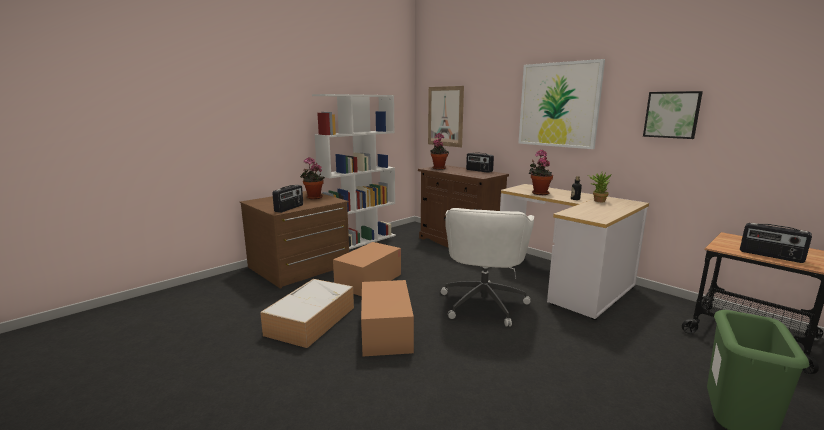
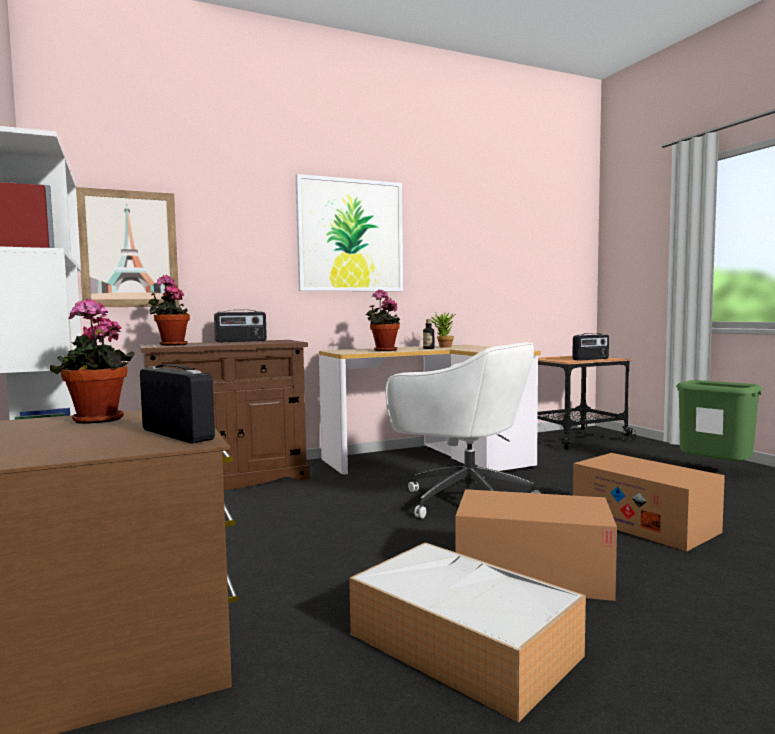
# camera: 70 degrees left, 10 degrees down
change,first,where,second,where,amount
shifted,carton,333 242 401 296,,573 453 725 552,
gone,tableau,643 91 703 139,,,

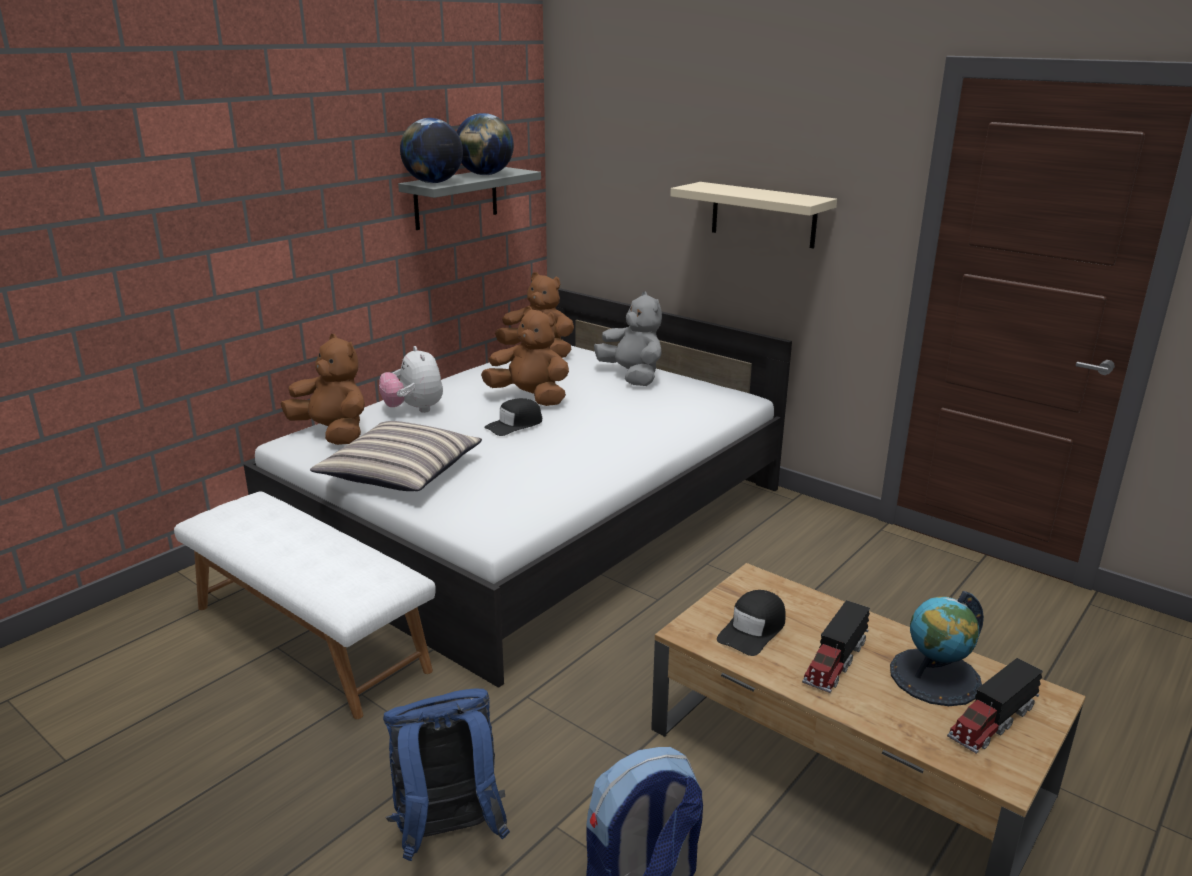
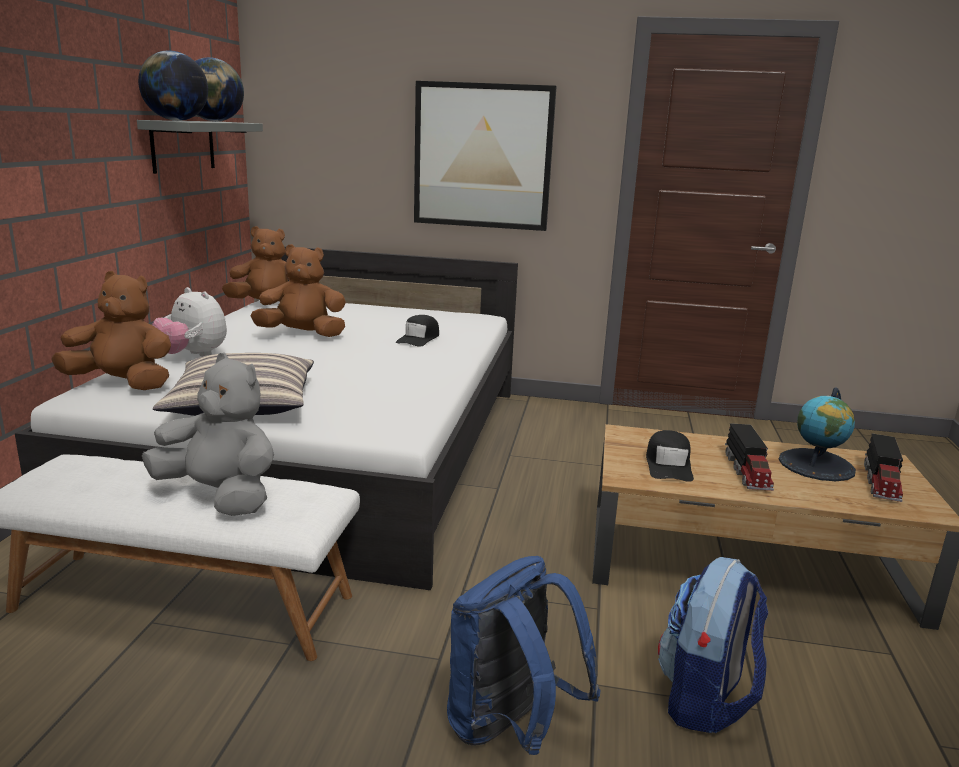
# camera: 30 degrees left, 5 degrees down
change,first,where,second,where,amount
shifted,casquette (noir),484 398 542 436,,396 315 439 347,
shifted,peluche (gris),594 291 662 386,,142 353 274 516,
swapped,étagère (beige),670 182 837 249,tableau,414 81 557 231,

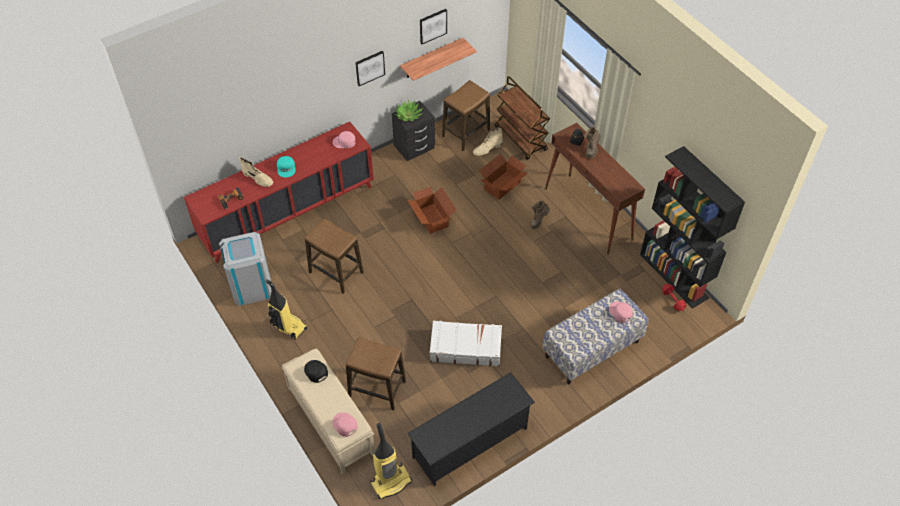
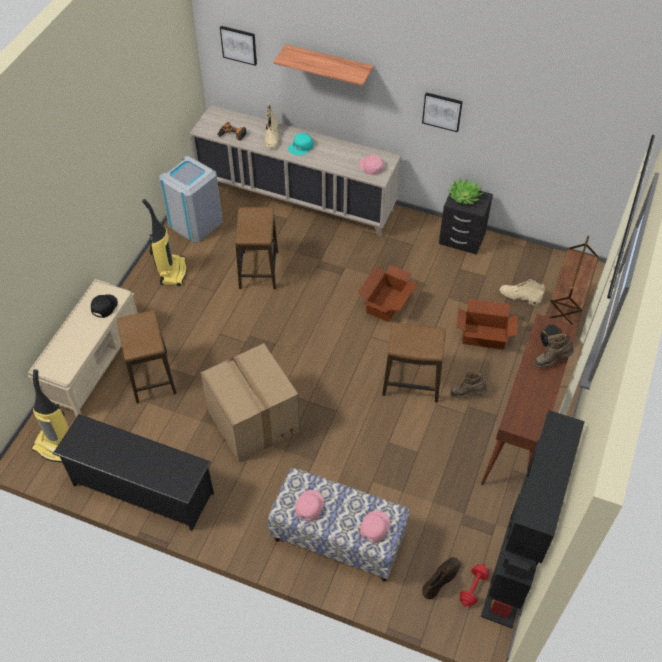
# camera: 55 degrees right, 0 degrees up
change,first,where,second,where,amount
repainted,meuble de rangement (rouge),184 122 374 263,meuble de rangement (beige),189 105 401 237,
shifted,casquette (rose),332 412 358 437,,295 490 324 521,
shifted,étagère,400 38 477 81,,273 44 373 86,
shifted,tableau,420 9 447 44,,220 26 257 66,
swapped,valise (blanc),430 321 502 367,carton,200 343 300 462,
shifted,tabouret,442 80 490 151,,382 322 446 403,
new,,,botte (marron),422 557 461 599,

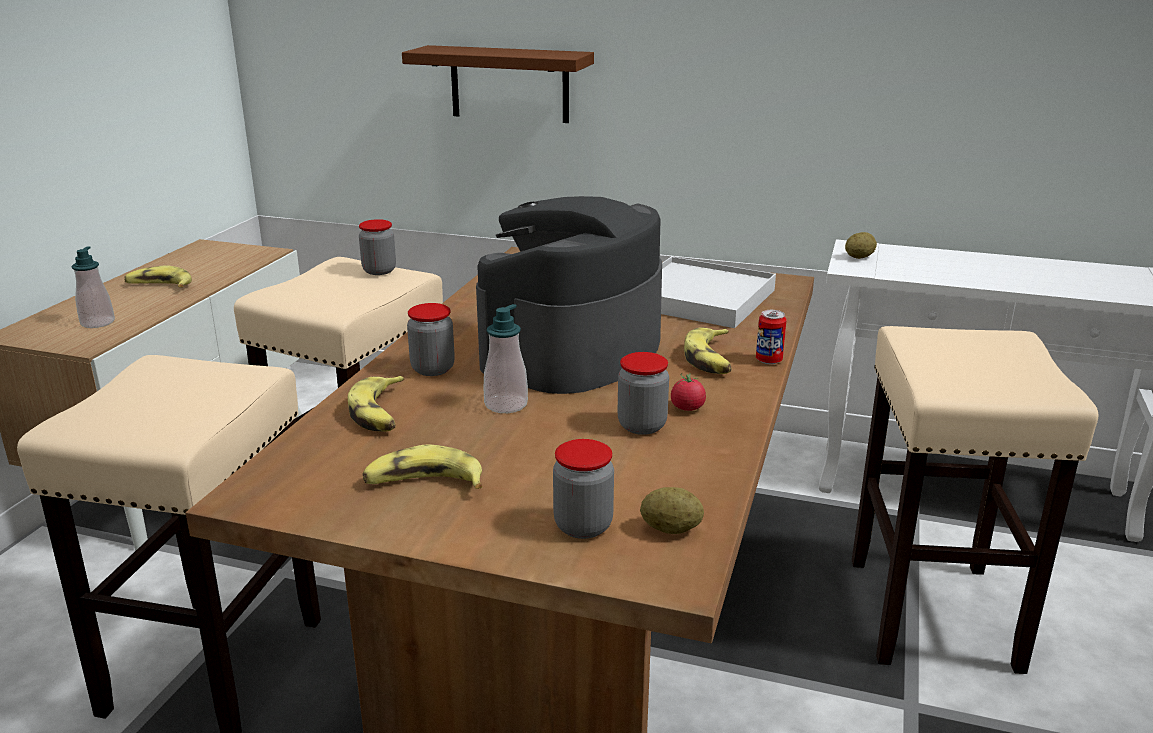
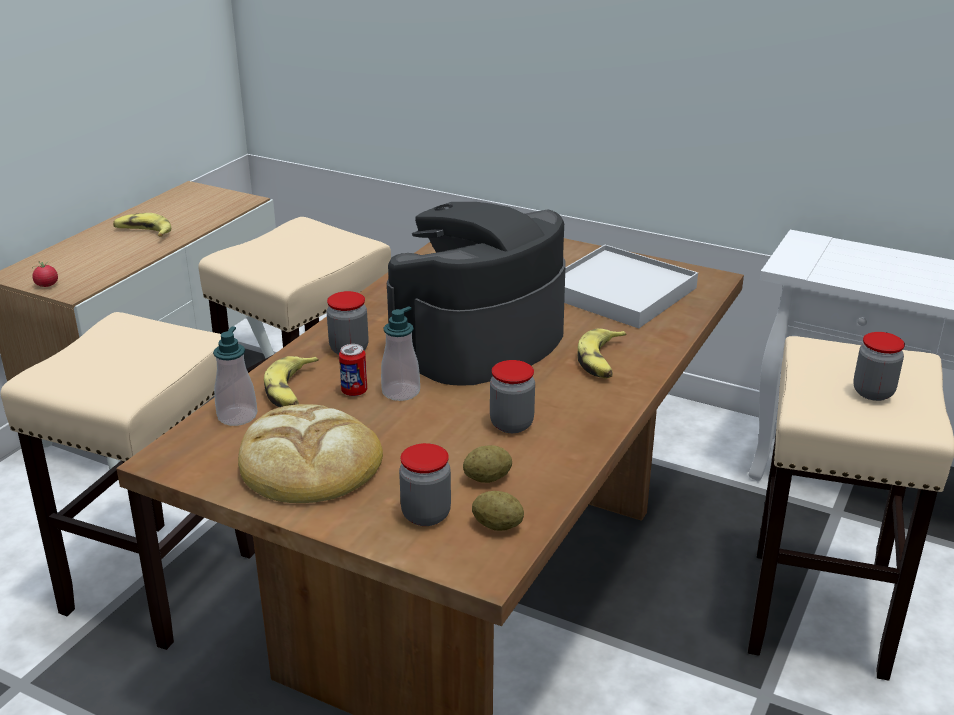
# camera: 10 degrees right, 5 degrees up
change,first,where,second,where,amount
shifted,distributeur de savon,72 246 115 328,,213 327 257 426,
shifted,bocal,359 219 396 275,,853 332 905 401,
swapped,banane,362 445 482 489,pain,238 404 383 503,
gone,étagère (marron),402 45 594 123,,,
shifted,tomate,671 373 706 411,,32 261 58 287,
shifted,boîte métallique,756 310 787 365,,339 344 367 396,
shifted,pomme de terre,845 232 877 259,,463 445 512 483,

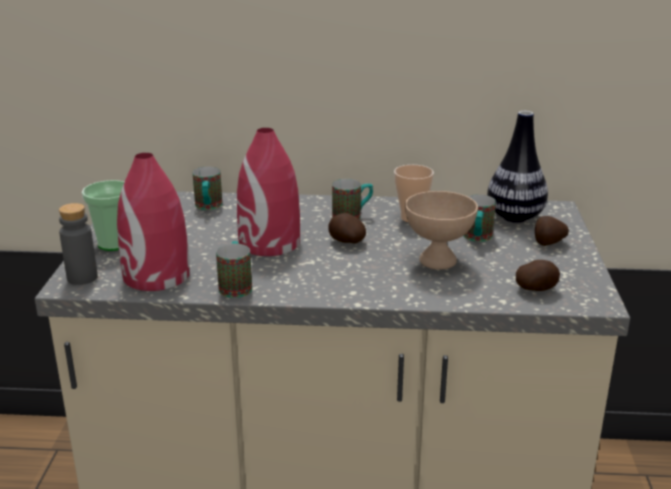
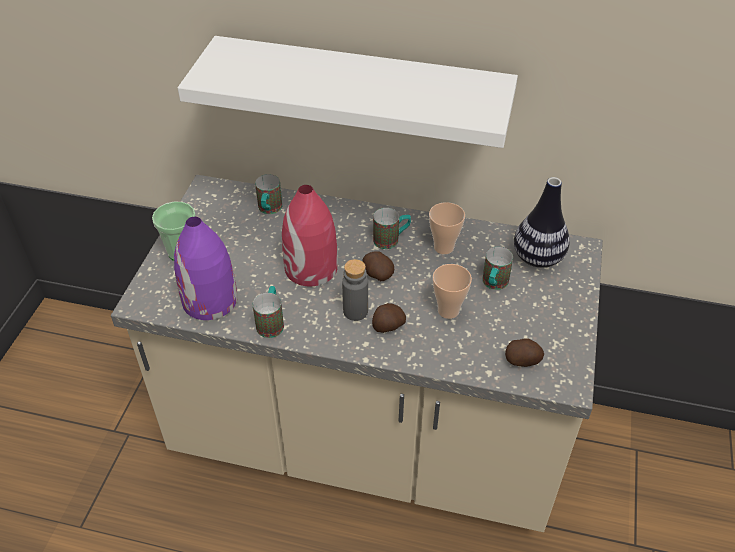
# camera: 10 degrees right, 20 degrees up
change,first,where,second,where,amount
shifted,bouteille (gris),59 203 98 285,,342 259 368 321,
repainted,vase (rouge),117 153 190 291,vase (violet),174 217 238 320,
swapped,bol (beige),405 191 478 270,tasse,433 264 472 319,
shifted,pomme de terre,535 216 569 246,,372 303 406 333,
new,,,étagère (blanc),178 36 518 148,

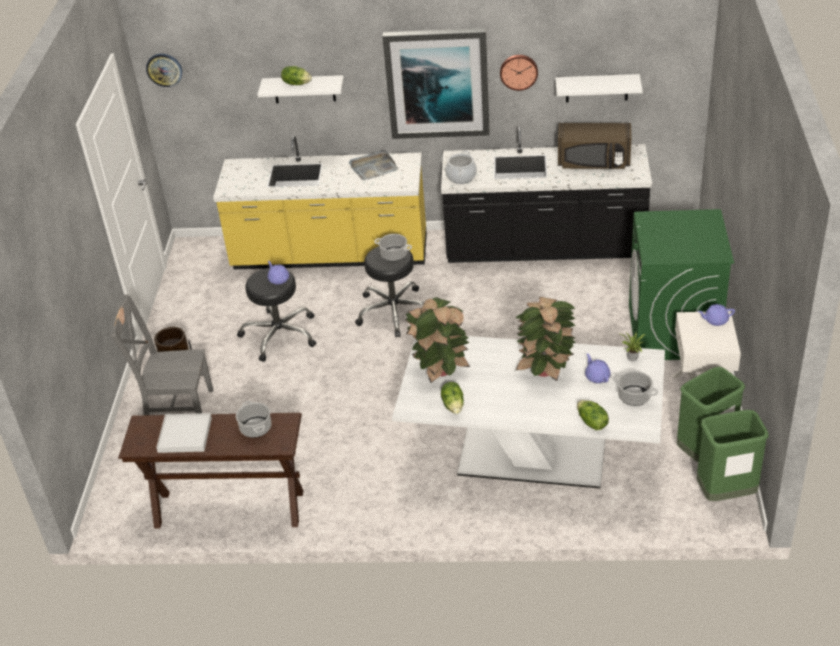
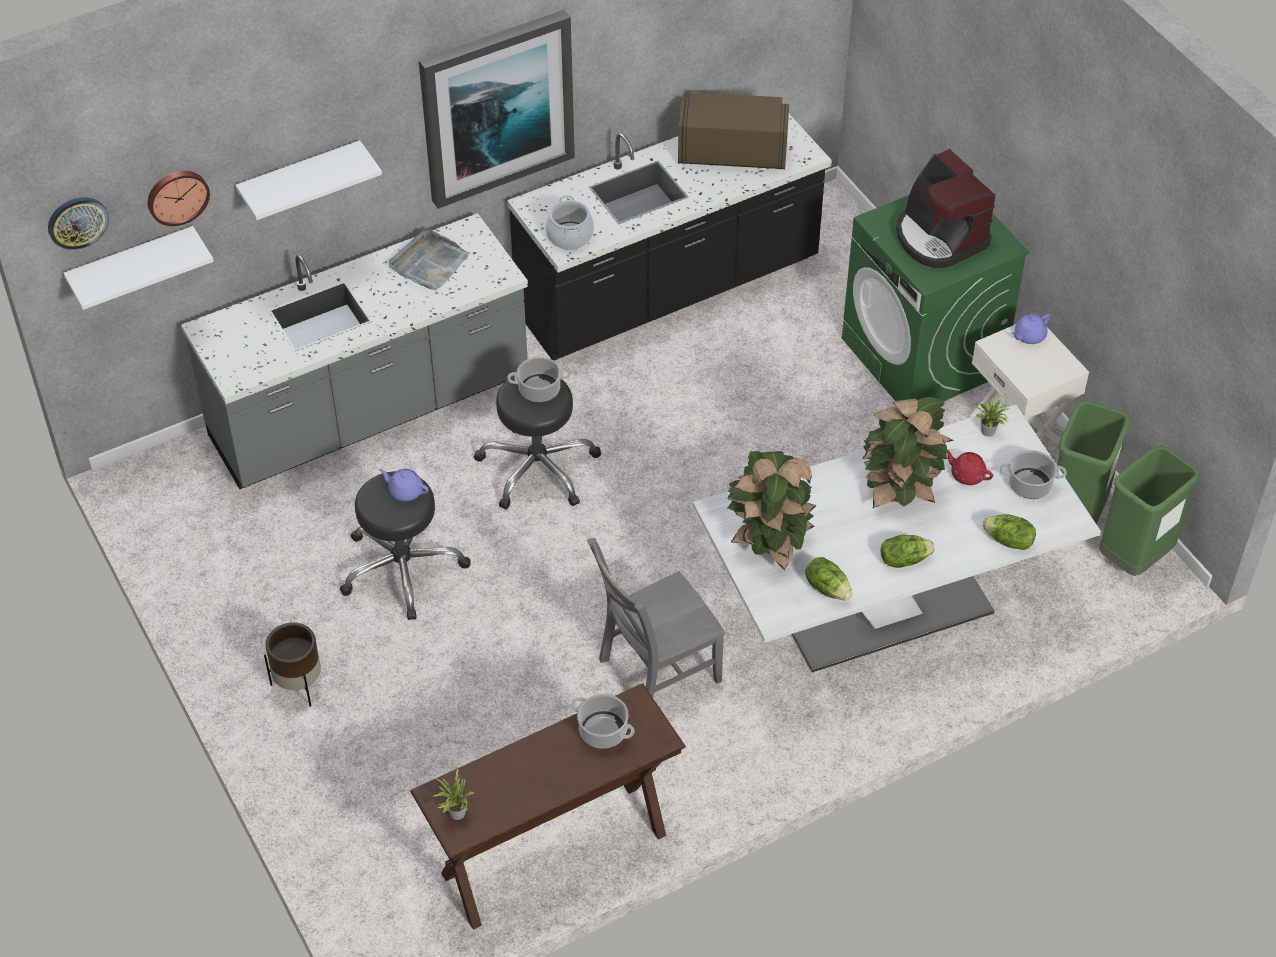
# camera: 35 degrees left, 10 degrees up
change,first,where,second,where,amount
shifted,chaise (gris),110 294 213 415,,587 538 726 697,
gone,plateau (blanc),156 413 212 453,,,
repainted,comptoir de cuisine (jaune),213 135 427 269,comptoir de cuisine (gris),181 213 528 489,
shifted,laitue,281 66 312 85,,880 535 935 568,
shifted,horloge murale,500 55 538 91,,148 171 210 226,
shifted,étagère (blanc),555 74 643 103,,63 226 214 310,
rotated,micro-ondes (marron),558 123 632 169,,678 92 789 169,150 degrees counterclockwise
repainted,théière (violet),585 353 610 383,théière (rouge),947 450 993 485,
new,,,plante en pot,433 768 475 820,
new,,,machine à café,896 149 995 268,

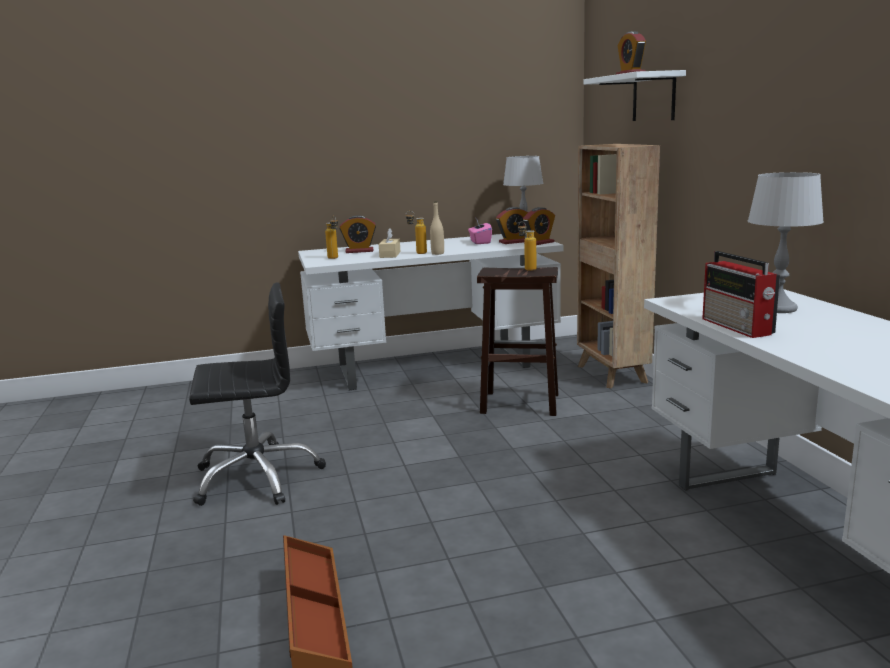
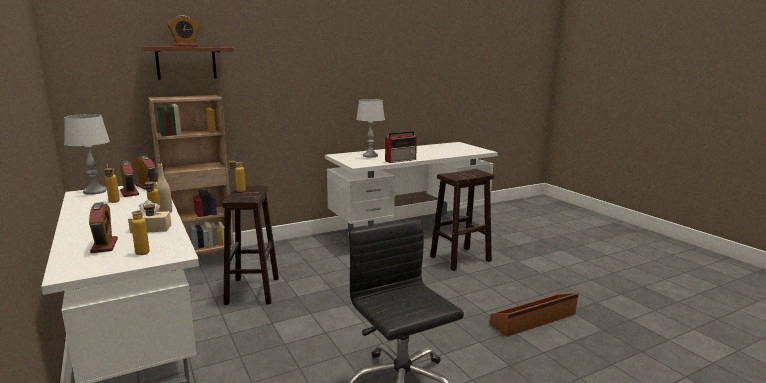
# camera: 105 degrees left, 0 degrees up
change,first,where,second,where,amount
swapped,boîte à mouchoirs (rose),468 219 492 244,bouteille,104 164 120 203,
repainted,étagère (blanc),583 70 686 121,étagère (marron),141 46 234 80,
new,,,tabouret (marron),430 169 494 271,

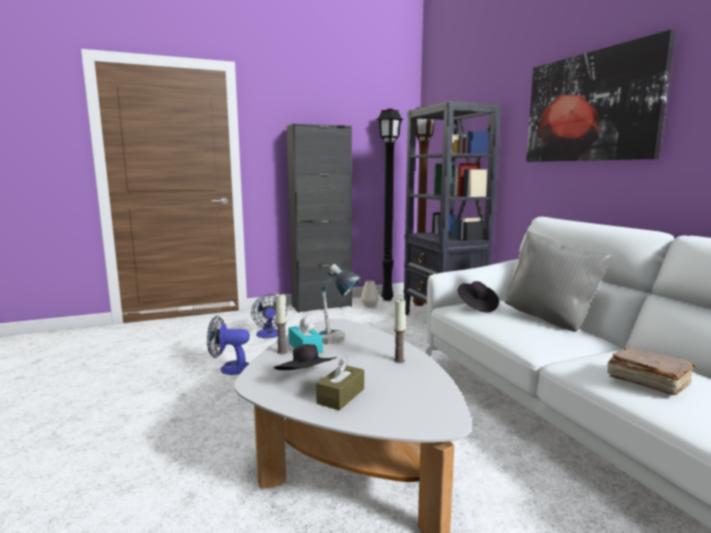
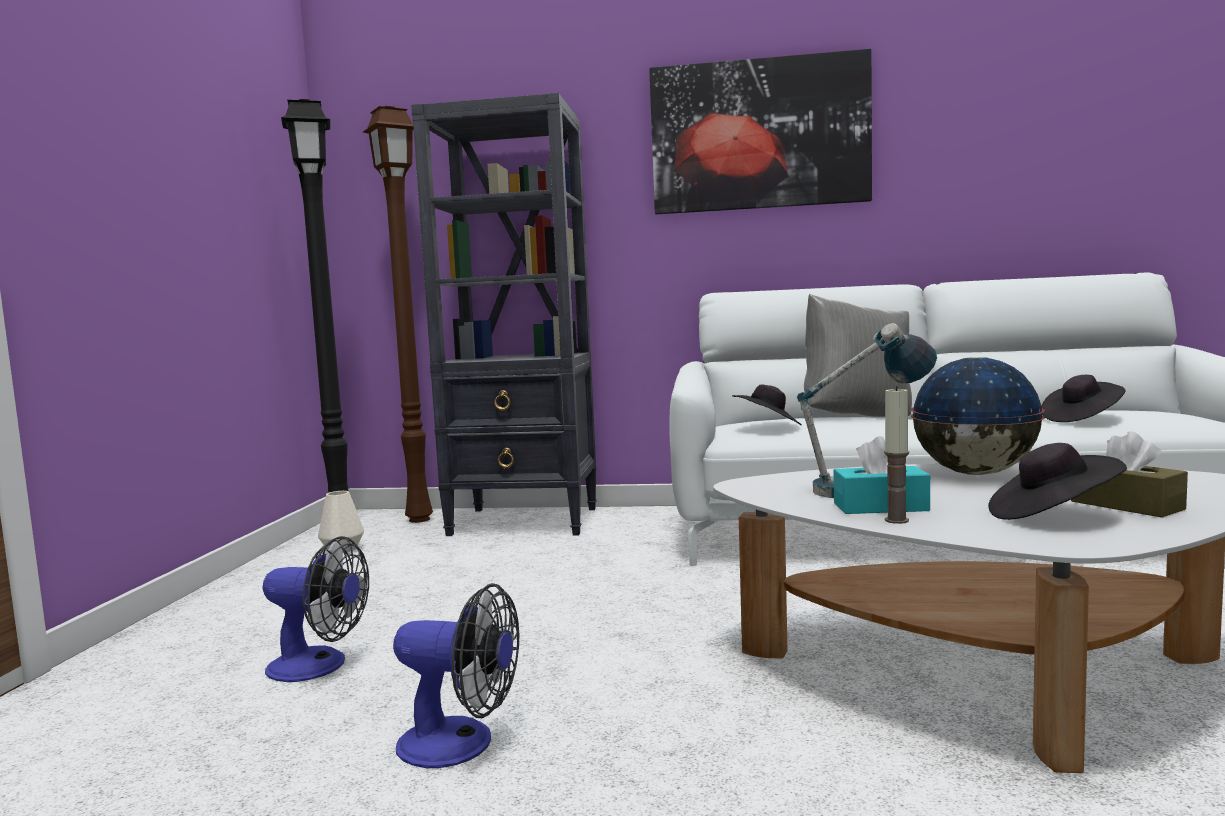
# camera: 60 degrees left, 5 degrees down
change,first,where,second,where,amount
rotated,ventilateur,207 316 250 375,,393 583 519 768,105 degrees counterclockwise
gone,meuble de rangement (noir),286 124 352 313,,,
swapped,bougie,394 299 405 363,globe,910 357 1045 475,
swapped,livre (marron),607 346 695 395,chapeau (noir),1041 375 1125 422,

